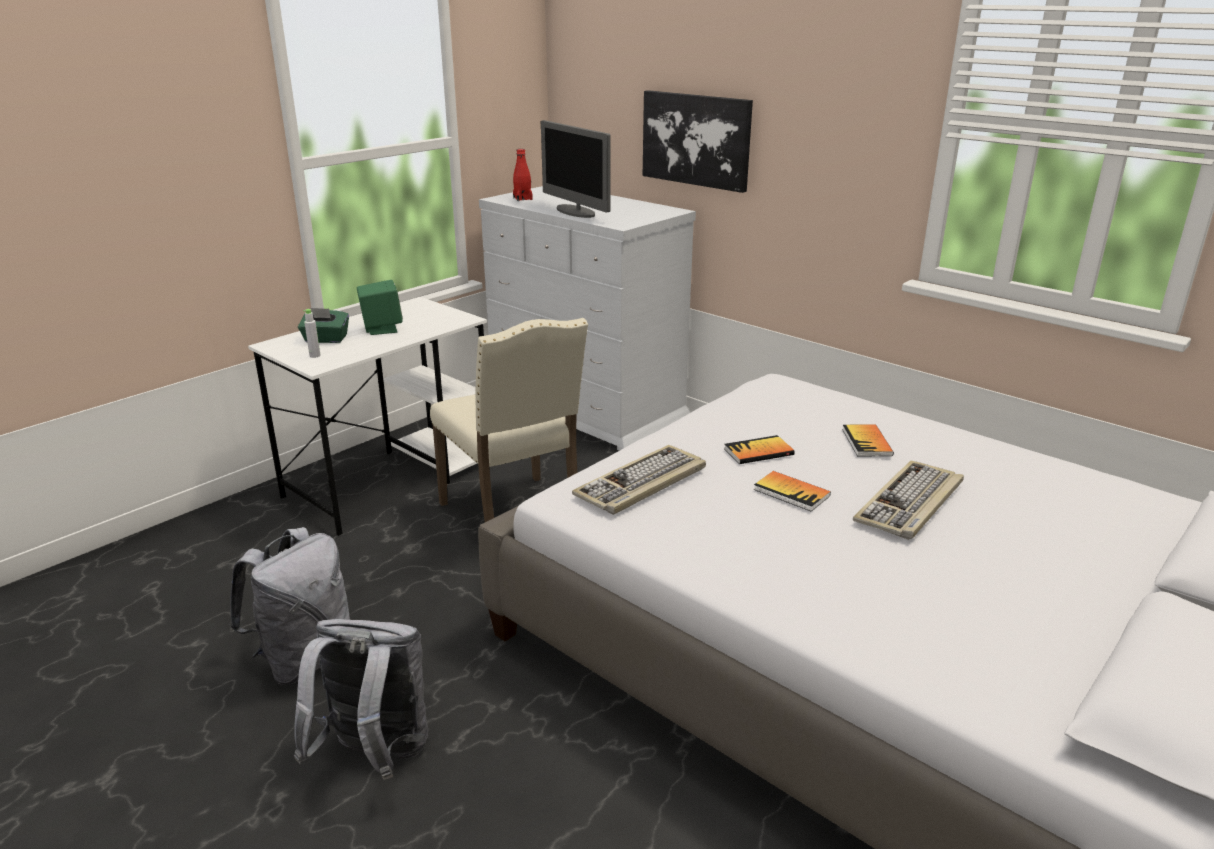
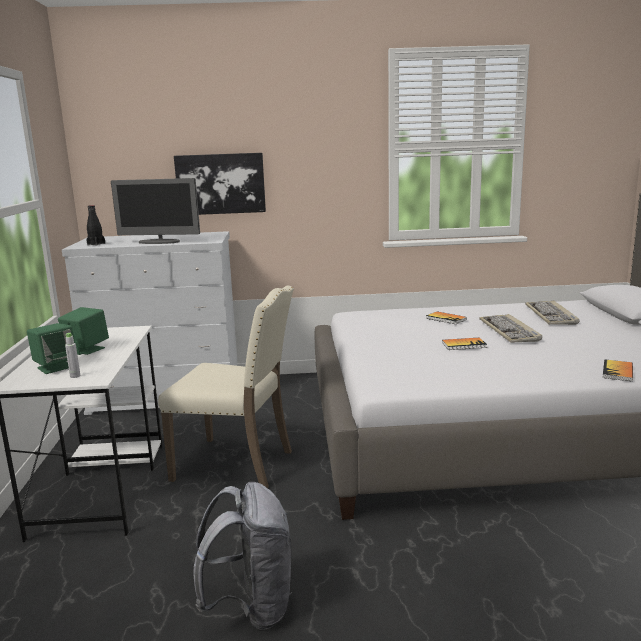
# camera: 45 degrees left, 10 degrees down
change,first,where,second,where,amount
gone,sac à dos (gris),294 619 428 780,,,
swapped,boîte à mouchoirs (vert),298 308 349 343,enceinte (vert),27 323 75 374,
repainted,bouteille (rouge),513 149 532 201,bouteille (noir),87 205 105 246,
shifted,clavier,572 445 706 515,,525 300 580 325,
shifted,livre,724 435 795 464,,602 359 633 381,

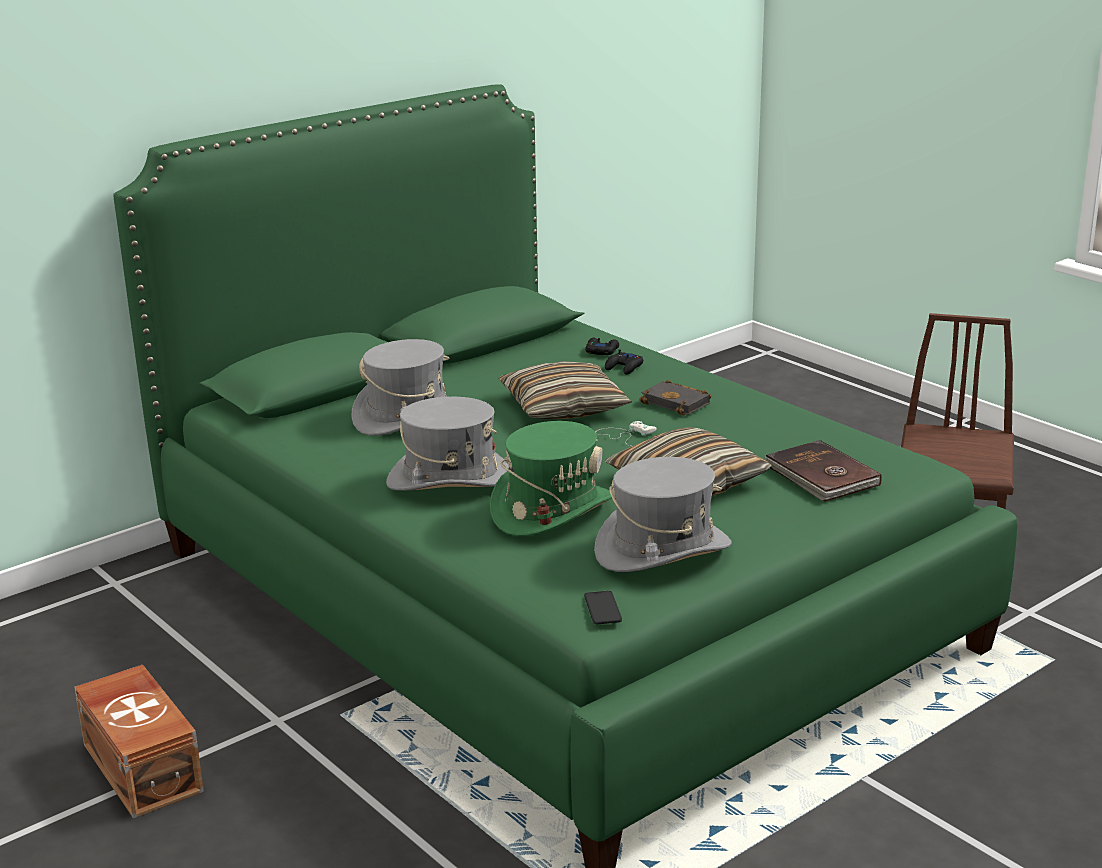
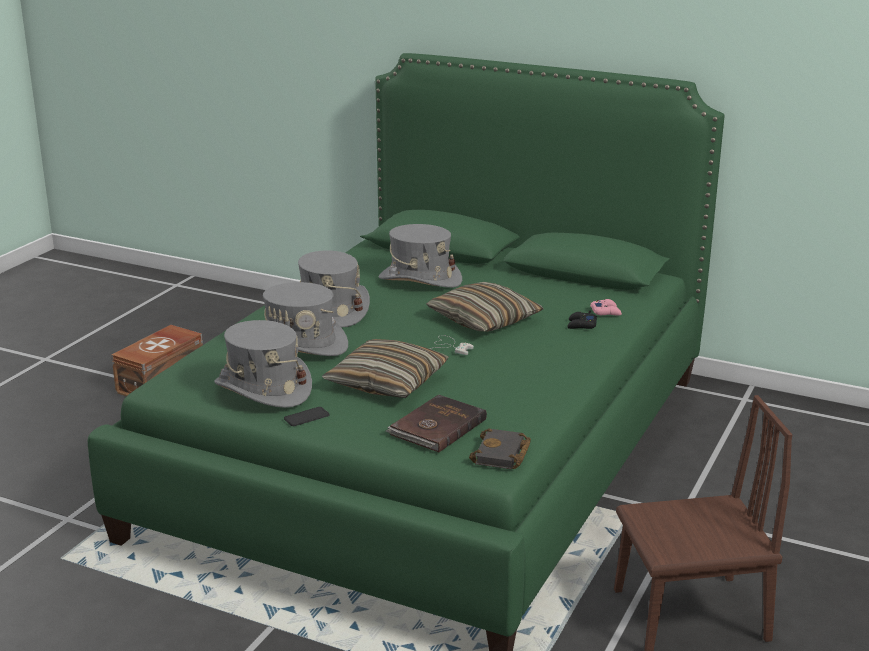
# camera: 65 degrees right, 0 degrees up
change,first,where,second,where,amount
repainted,chapeau (vert),490 421 612 536,chapeau (gris),263 282 348 356,
shifted,téléphone,584 591 622 624,,284 407 329 426,
repainted,manette (noir),585 338 619 355,manette (rose),590 299 622 316,
shifted,livre (noir),639 379 712 416,,469 428 531 469,

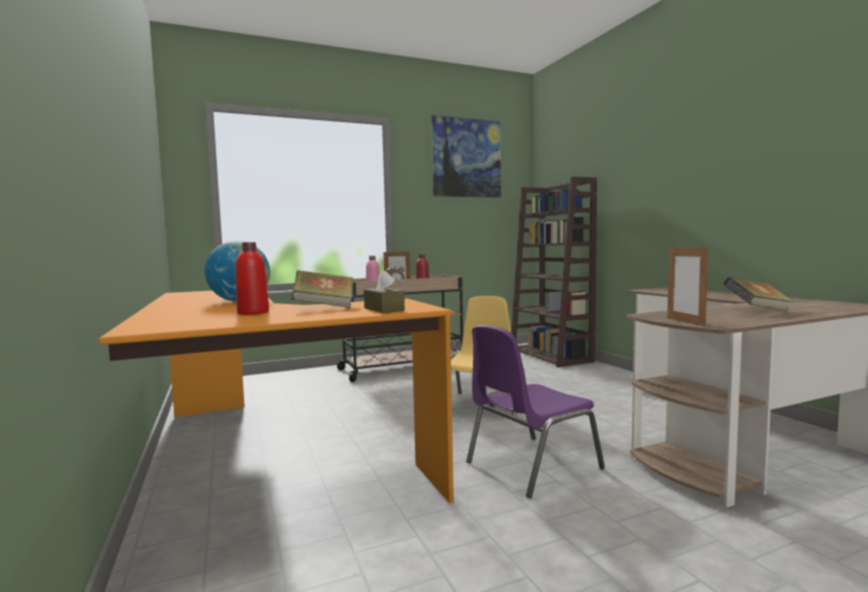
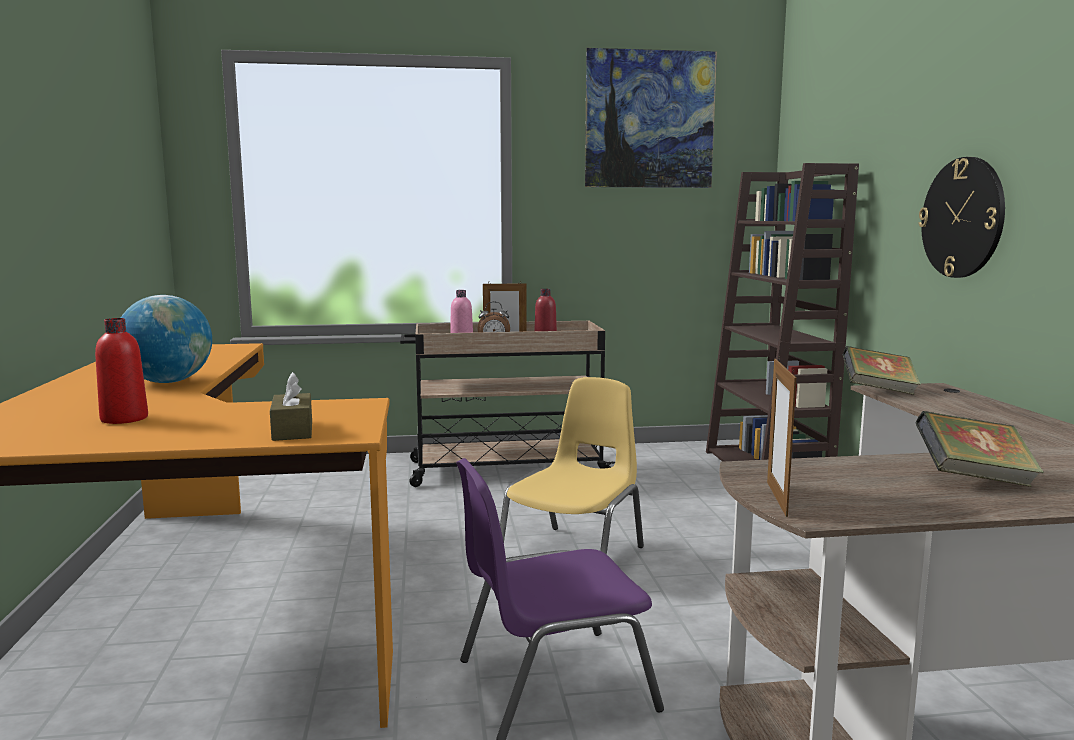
# camera: 15 degrees right, 5 degrees up
change,first,where,second,where,amount
shifted,livre,292 270 353 308,,843 346 921 395,
new,,,horloge murale,918 157 1005 278,

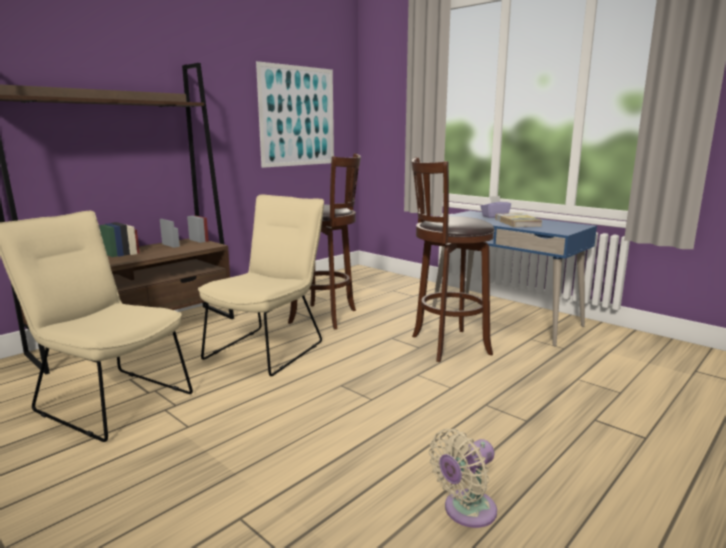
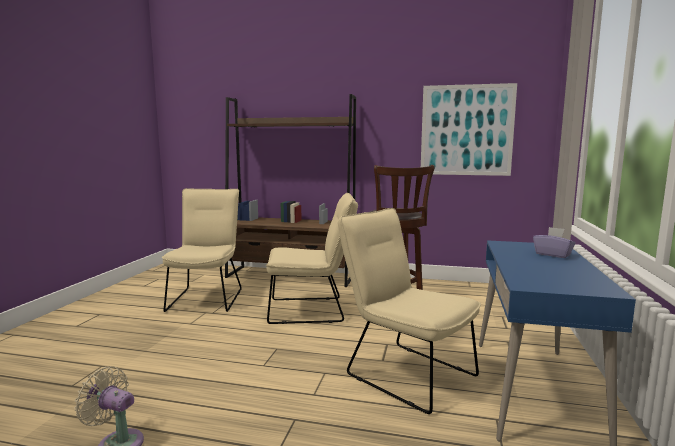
# camera: 60 degrees right, 5 degrees down
change,first,where,second,where,amount
swapped,tabouret (marron),411 157 495 362,chaise (beige),338 208 481 414,
gone,livre,495 213 542 227,,,

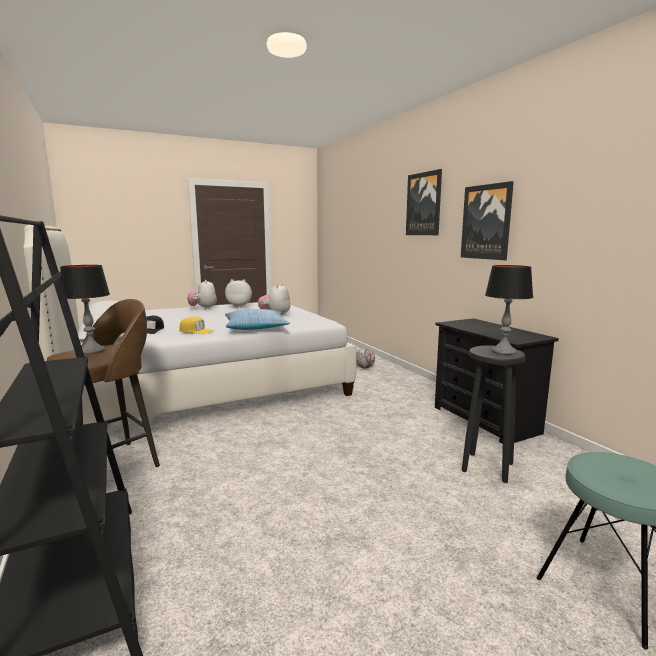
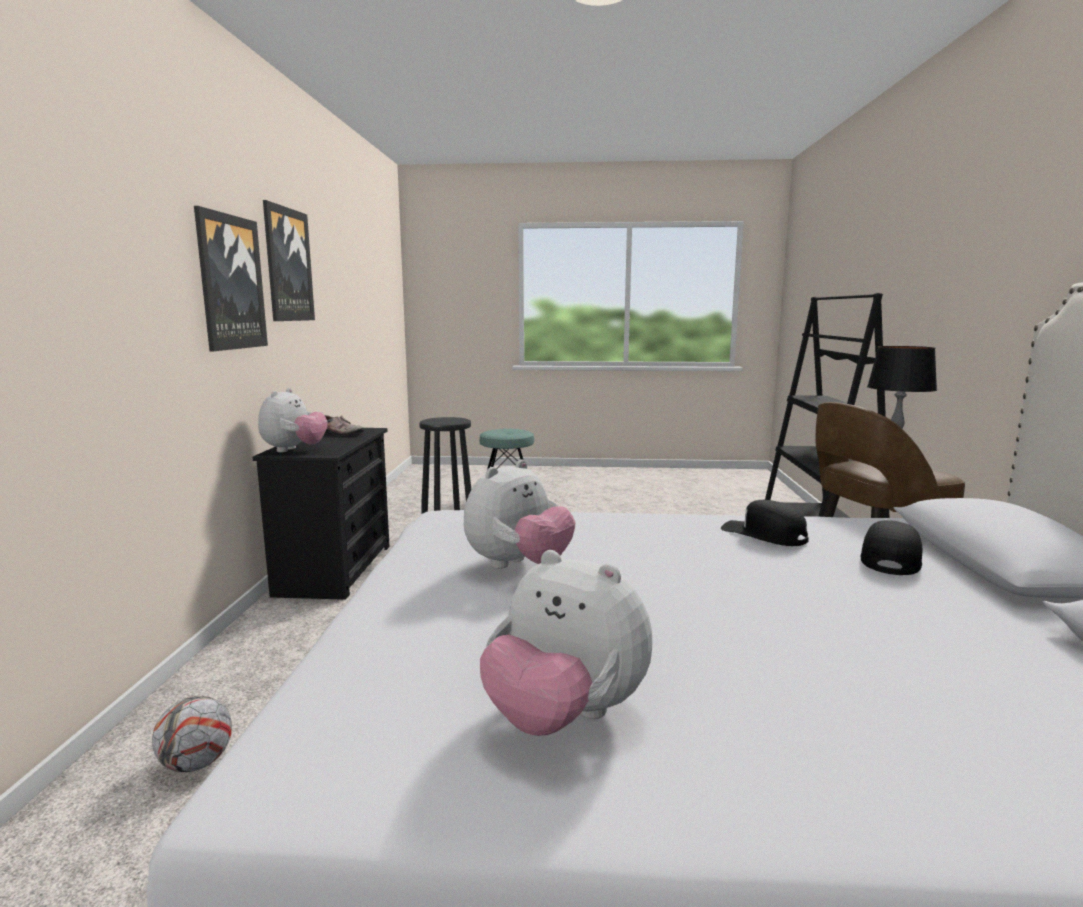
# camera: 150 degrees left, 0 degrees up
change,first,where,second,where,amount
repainted,casquette (jaune),179 317 214 334,casquette (noir),721 500 808 546,
shifted,peluche,187 280 217 310,,258 388 327 452,
gone,coussin,225 309 290 330,,,
shifted,tableau,406 169 442 235,,263 200 315 321,
gone,lampe de table,485 265 533 355,,,
new,,,chaussure,324 415 364 436,

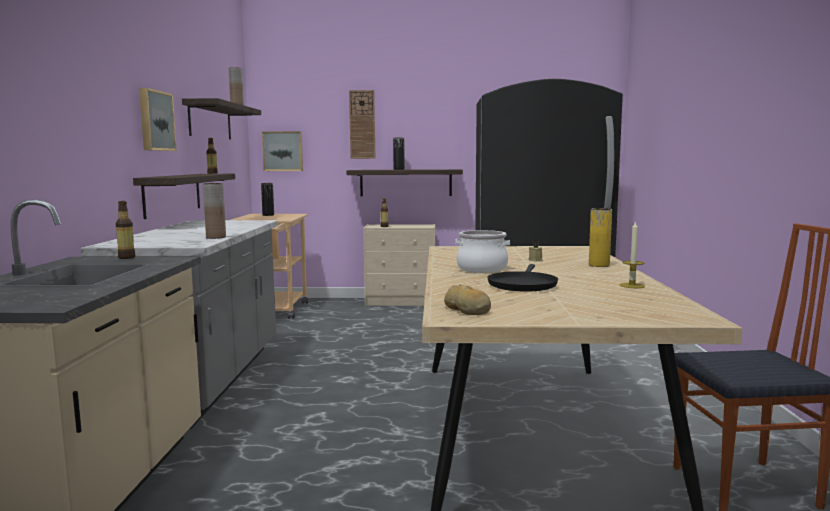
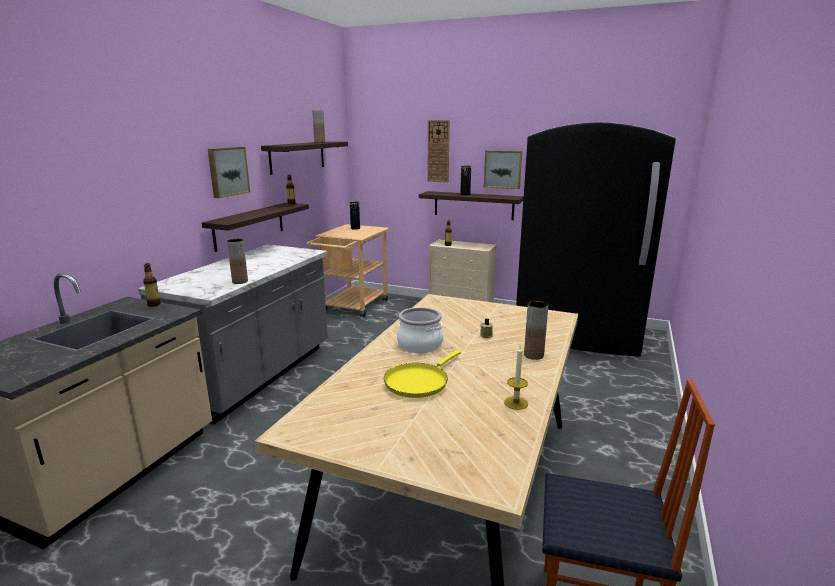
# camera: 20 degrees right, 10 degrees up
change,first,where,second,where,amount
shifted,tableau,262 131 303 171,,484 151 522 189,
gone,pain,444 285 491 315,,,
repainted,poêle (noir),487 264 558 291,poêle (jaune),384 350 461 398,
repainted,vase (jaune),589 208 612 267,vase (marron),524 301 548 360,

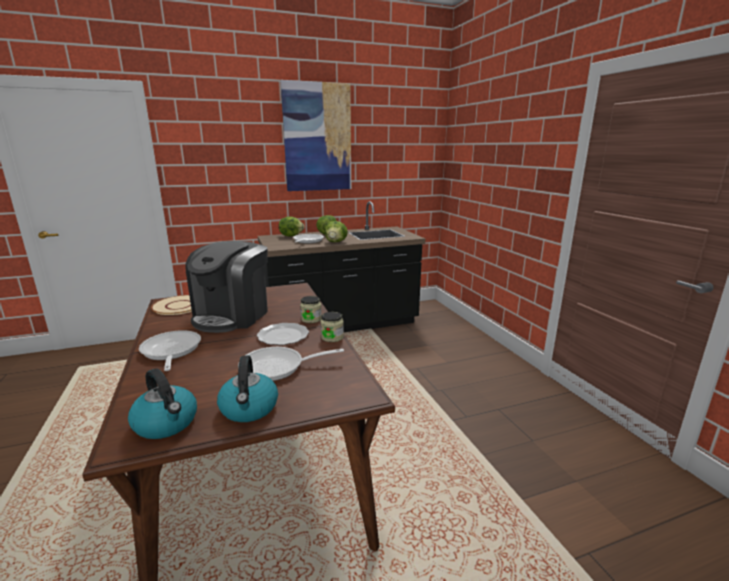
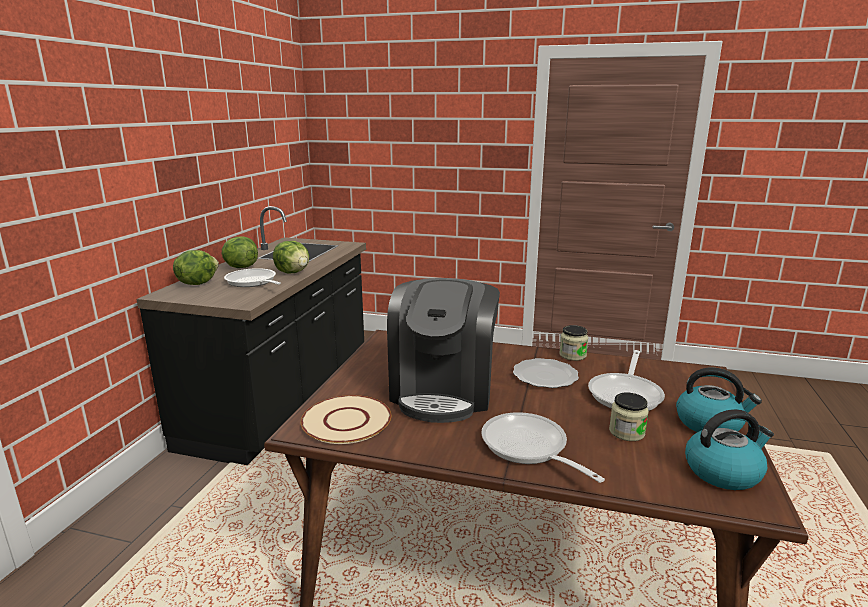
# camera: 55 degrees left, 0 degrees up
change,first,where,second,where,amount
rotated,poêle,139 330 201 371,,481 412 605 483,45 degrees clockwise
rotated,machine à café,186 241 268 333,,387 278 500 423,45 degrees clockwise
gone,tableau,281 80 351 191,,,
shifted,bocal,300 296 322 323,,609 393 649 441,

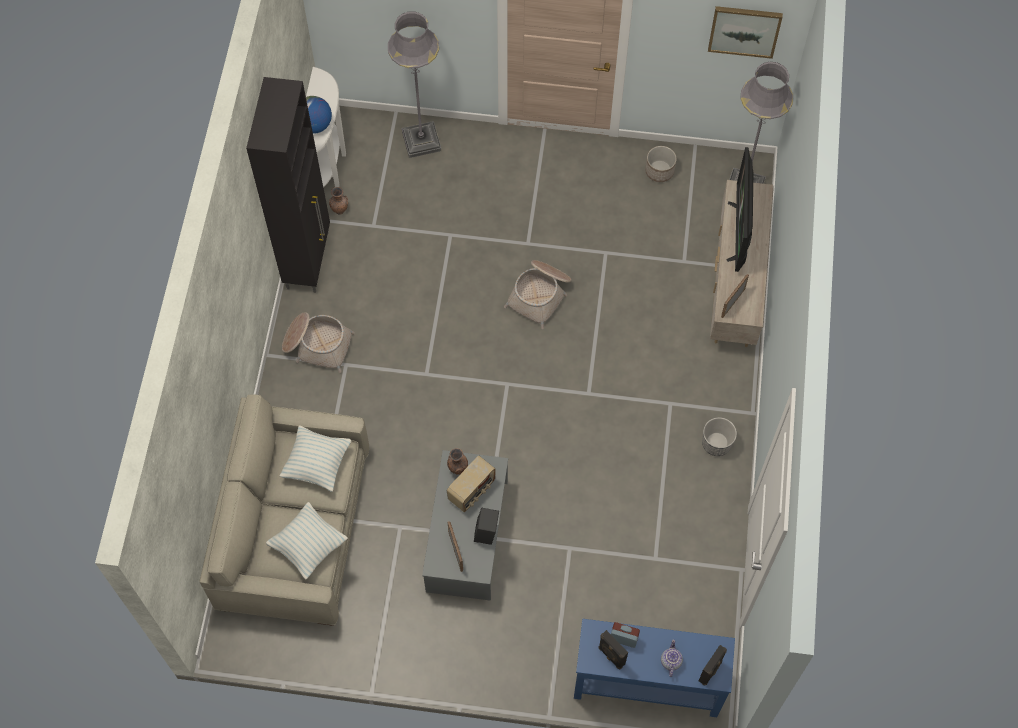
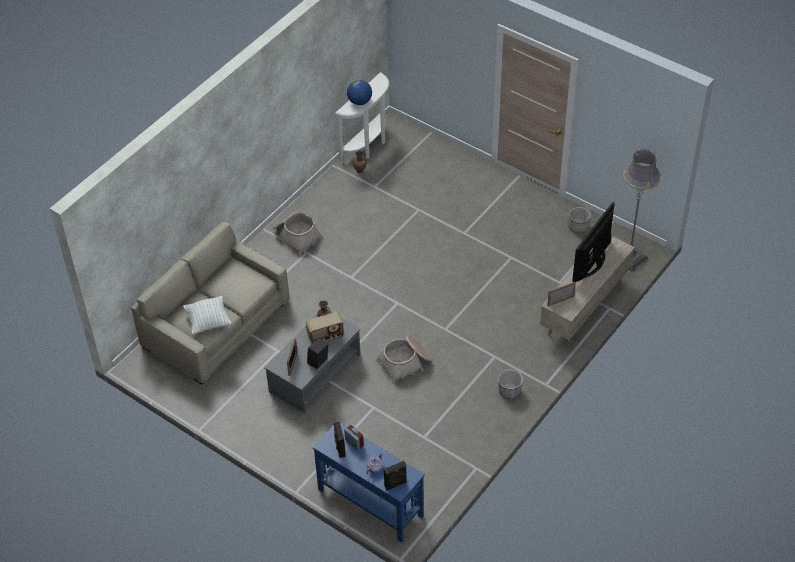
# camera: 30 degrees right, 15 degrees down
change,first,where,second,where,amount
gone,meuble de rangement (noir),246 77 330 293,,,
gone,coussin,280 426 352 492,,,
gone,lampadaire (gris),388 11 442 158,,,
shifted,panier,504 260 571 329,,376 336 432 384,
gone,tableau,708 6 783 59,,,

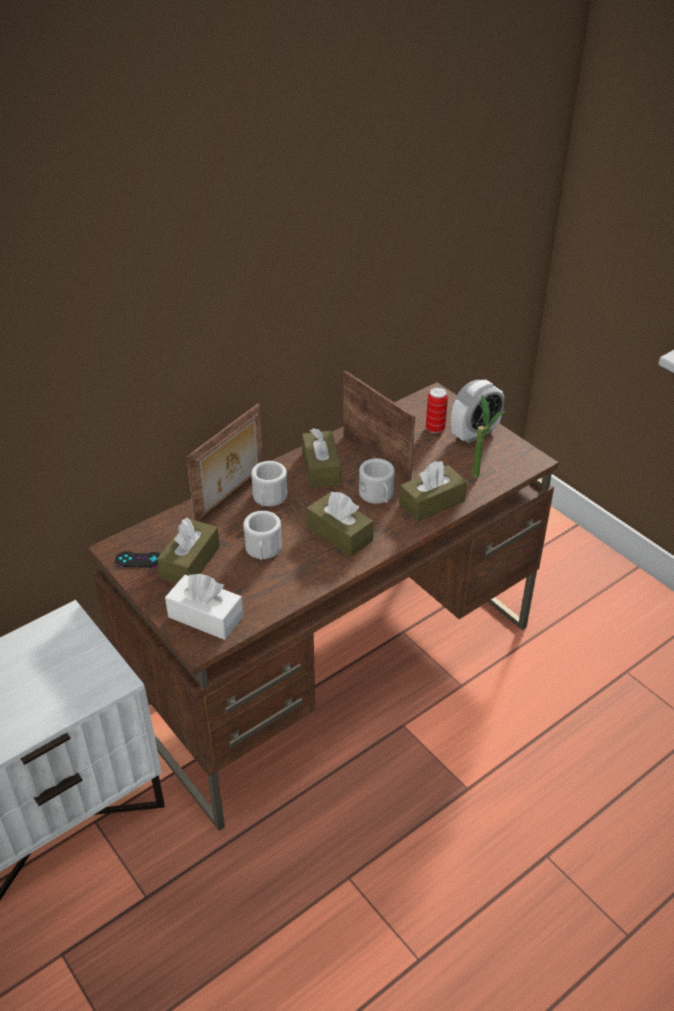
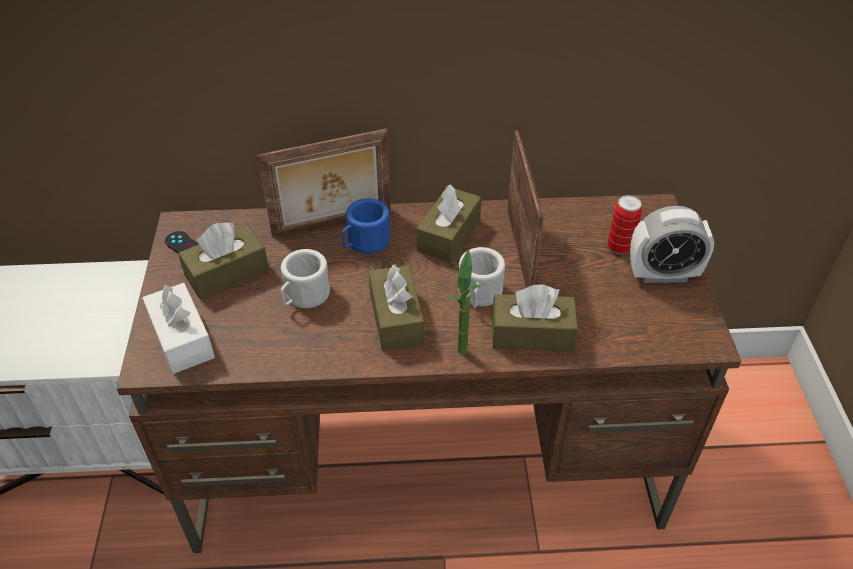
# camera: 35 degrees right, 5 degrees up
change,first,where,second,where,amount
repainted,mug (blanc),251 461 287 506,mug (bleu),342 198 390 254,
shifted,plante en pot,472 395 506 478,,450 250 481 355,

